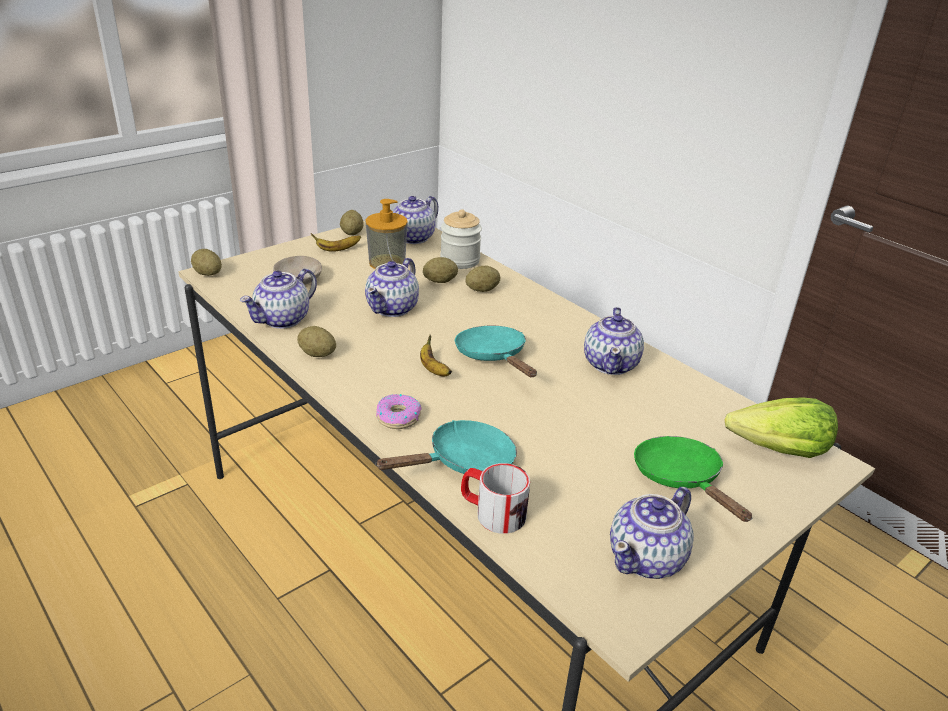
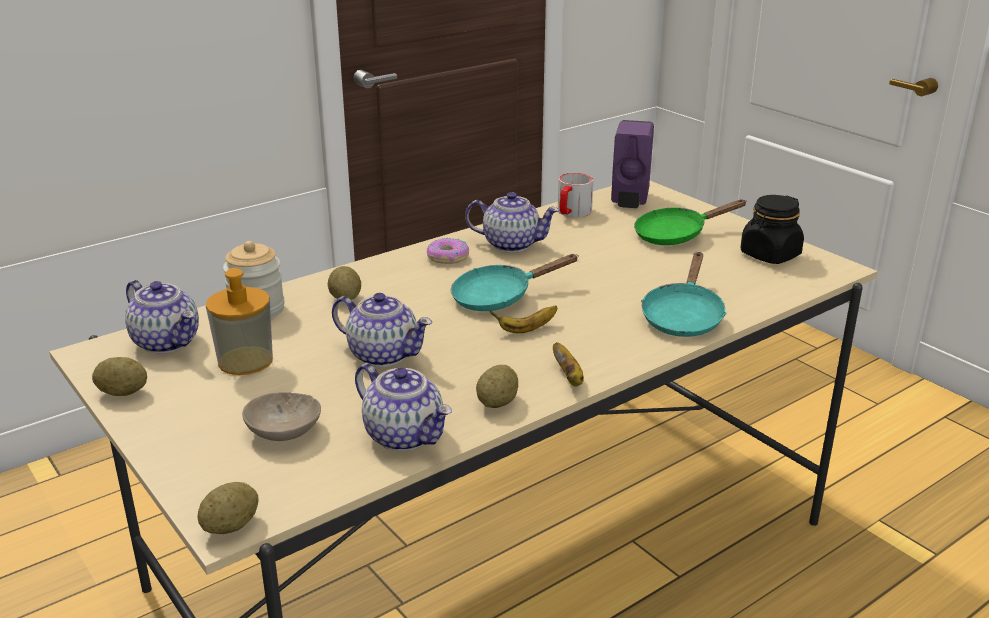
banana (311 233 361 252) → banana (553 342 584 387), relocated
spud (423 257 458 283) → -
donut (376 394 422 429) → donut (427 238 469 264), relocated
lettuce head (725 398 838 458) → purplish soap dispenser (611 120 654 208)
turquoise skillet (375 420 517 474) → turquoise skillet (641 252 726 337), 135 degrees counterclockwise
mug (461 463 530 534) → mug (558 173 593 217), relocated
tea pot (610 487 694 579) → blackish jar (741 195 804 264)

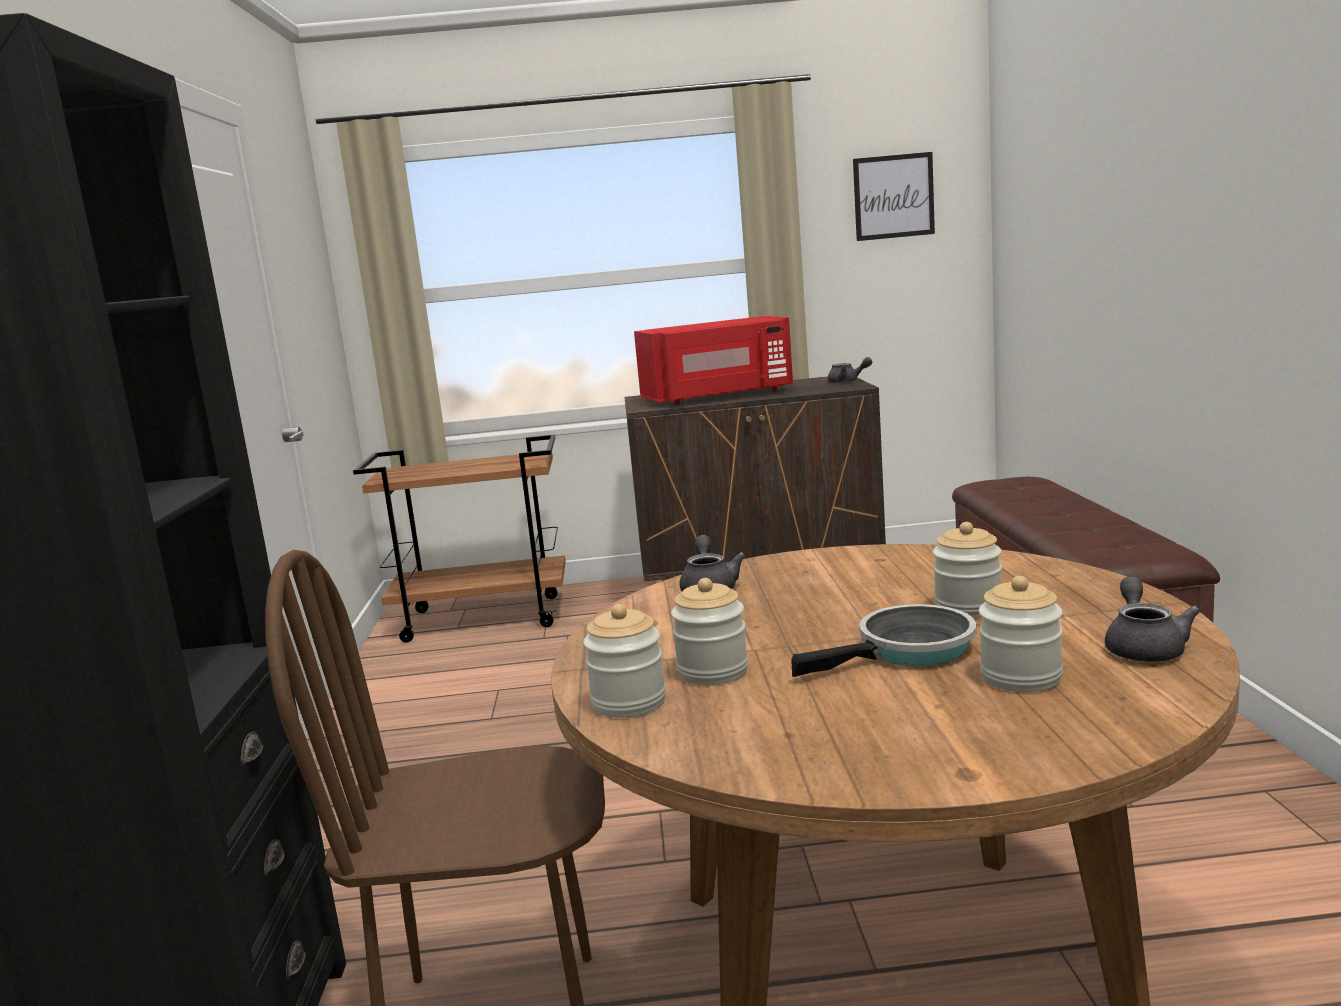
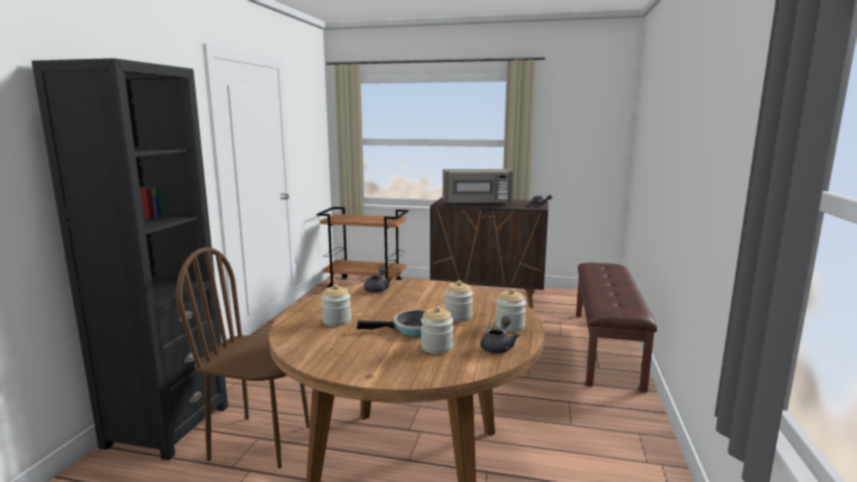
wall picture (853 152 935 241) → -
reddish microwave (634 316 793 405) → gray microwave (443 169 513 205)
jar (583 604 666 717) → jar (495 288 526 332), relocated

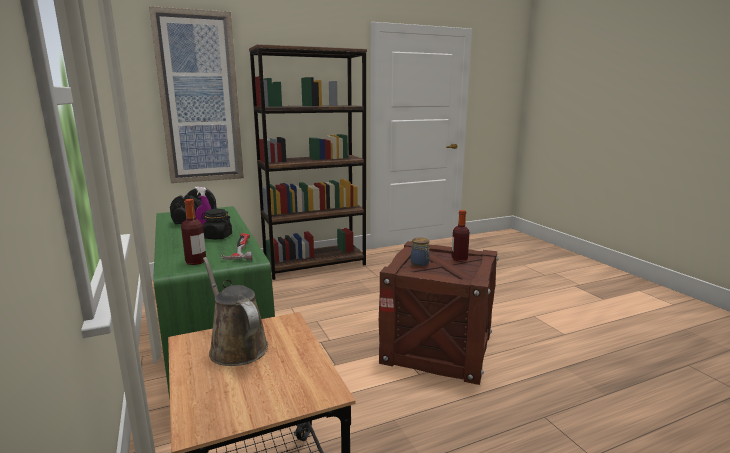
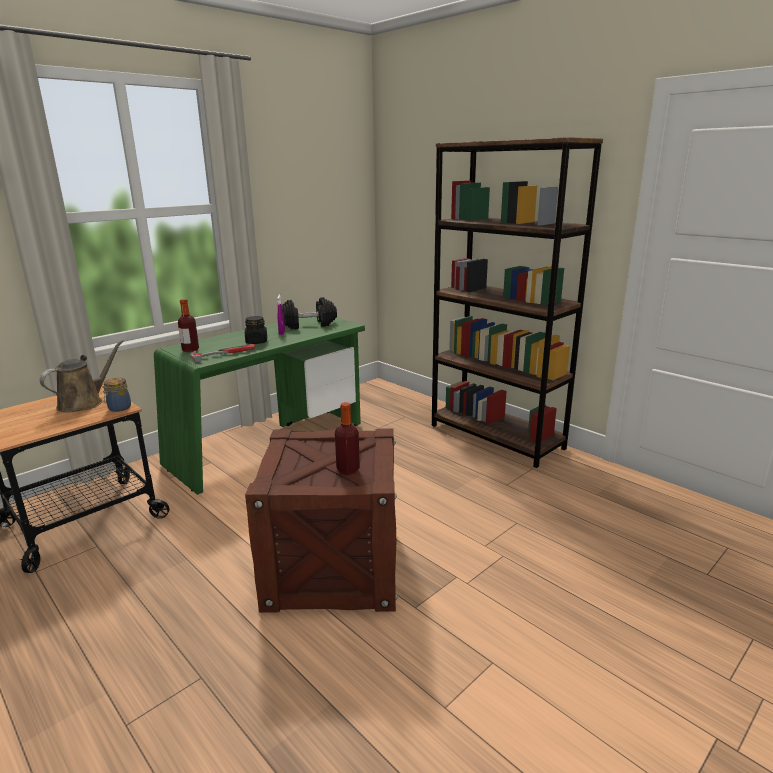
wall picture (149 6 244 183) → -
jar (411 238 430 266) → jar (103 378 131 412), relocated

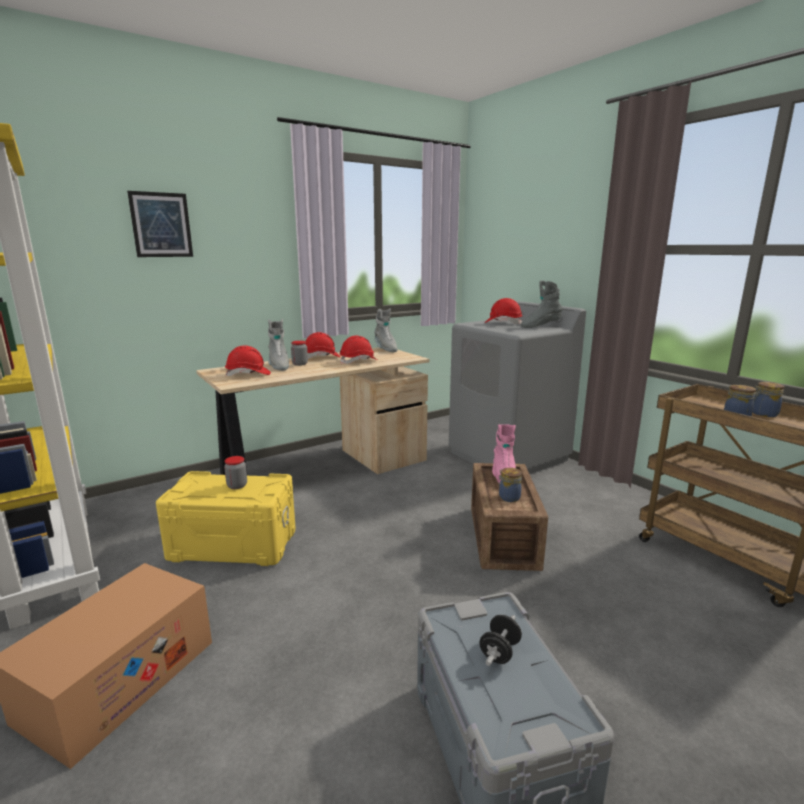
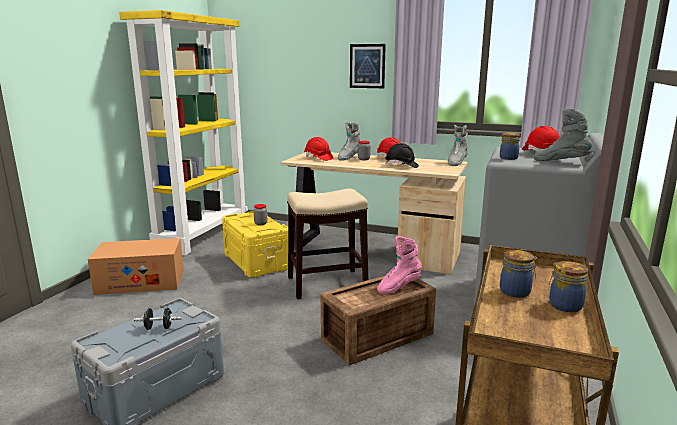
wall picture (127 191 193 257) → wall picture (350 44 386 88), relocated
reddish work helmet (340 335 377 364) → blackish work helmet (386 143 419 168)
jar (498 468 522 502) → jar (500 133 520 160), relocated
- → stool (287 188 368 299)

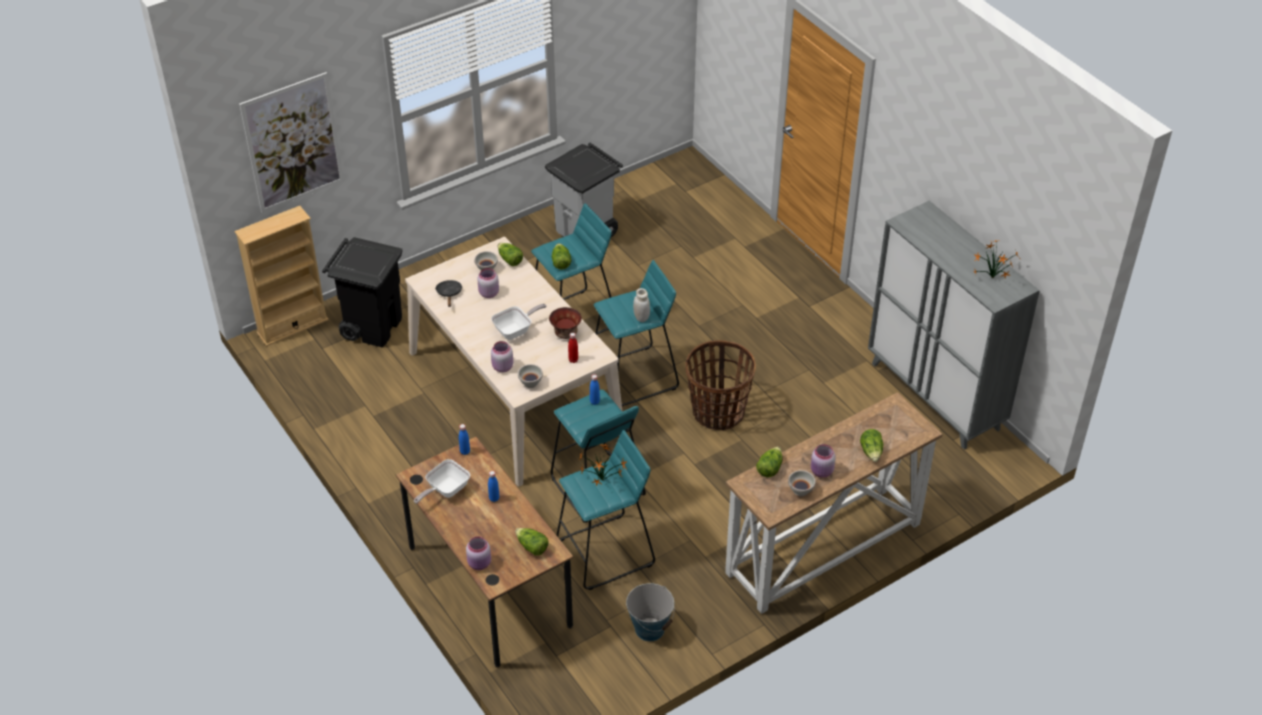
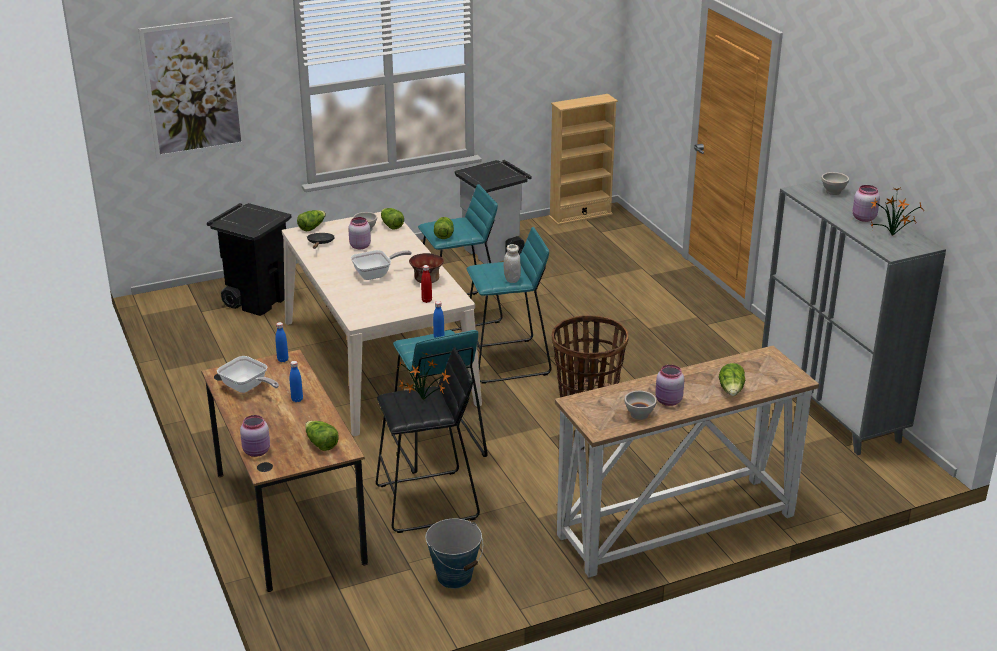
beige bookshelf (234 206 328 346) → beige bookshelf (549 94 618 225), relocated
pink jar (491 341 513 372) → pink jar (853 185 880 222), relocated
white-coloured bowl (518 364 543 388) → white-coloured bowl (821 172 849 195), relocated
turquoise stool (557 430 655 590) → blackish stool (376 347 480 533)
lettuce head (756 447 783 477) → lettuce head (297 210 326 231), relocated
skillet (414 459 470 504) → skillet (217 356 279 393), 105 degrees counterclockwise

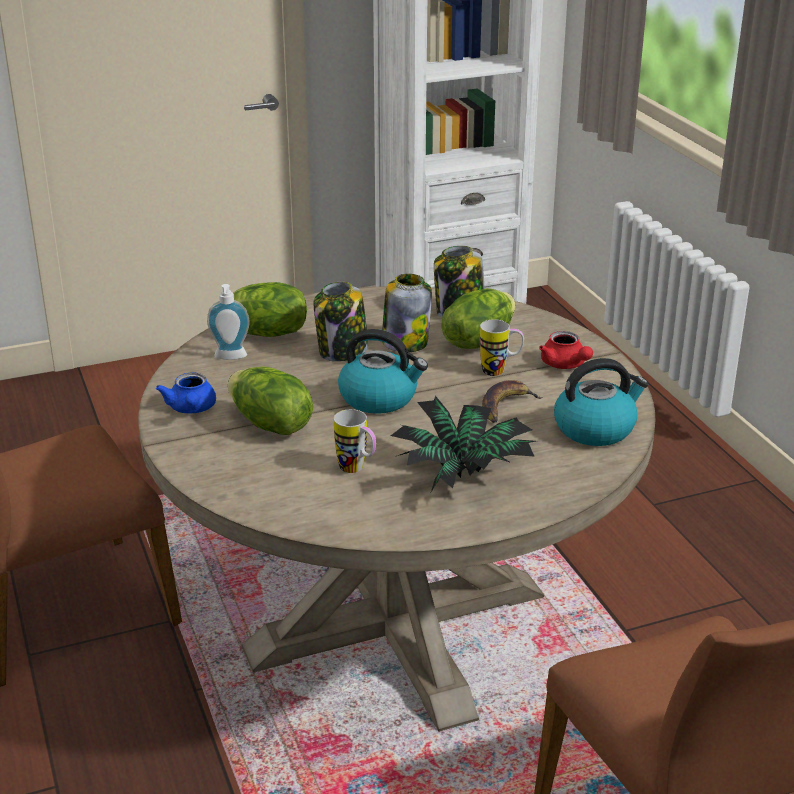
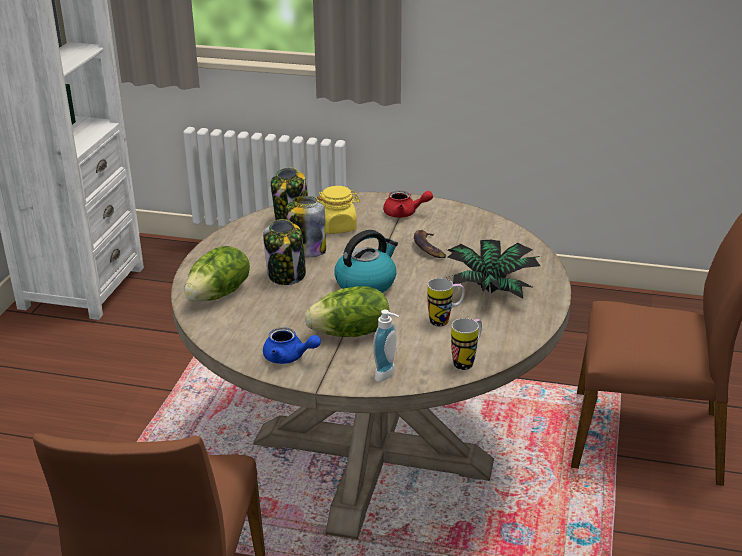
soap dispenser (207 284 250 360) → soap dispenser (373 310 399 382), relocated
lettuce head (441 288 516 349) → yellowish jar (317 186 360 234)
mug (480 319 524 376) → mug (451 318 482 370), relocated
tea kettle (554 358 648 446) → -

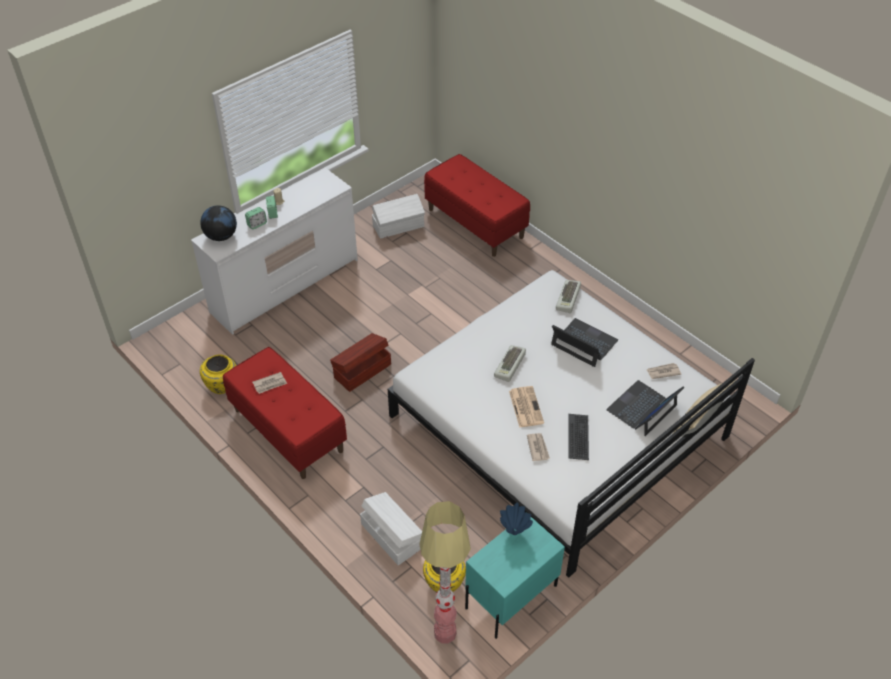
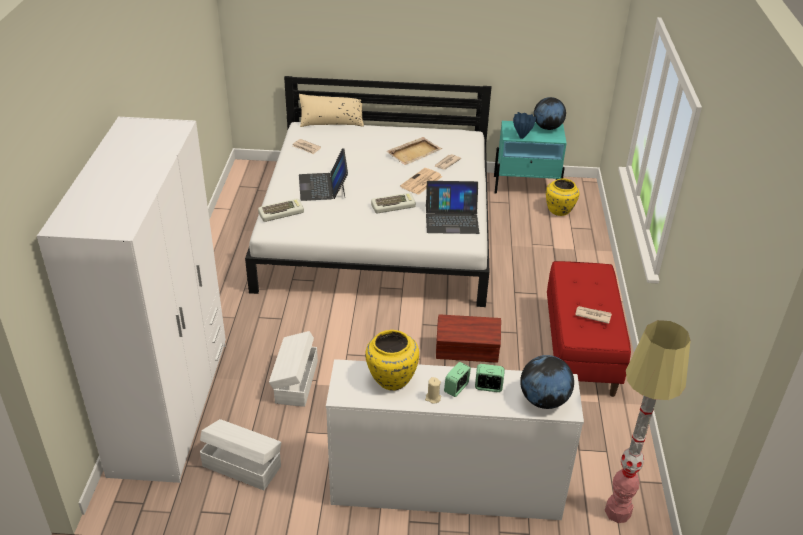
reddish long seat (424 154 530 257) → white-coloured wardrobe (37 117 226 483)
yellowish decorative vase (200 354 236 394) → yellowish decorative vase (365 330 419 391), relocated
portable computer (606 380 685 436) → portable computer (426 181 479 234), relocated
keyboard (568 414 589 460) → beige tray (386 137 442 165)
white-coloured storage box (360 492 422 565) → white-coloured storage box (269 331 318 407), relocated
standing lamp (419 501 471 644) → standing lamp (605 320 691 523), relocated
- → world globe (534 97 566 130)

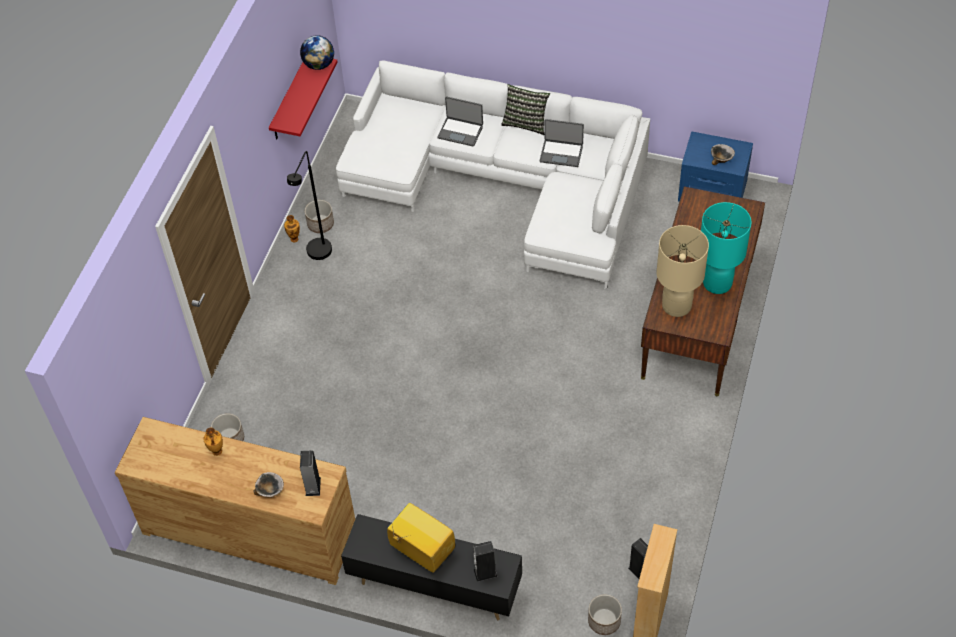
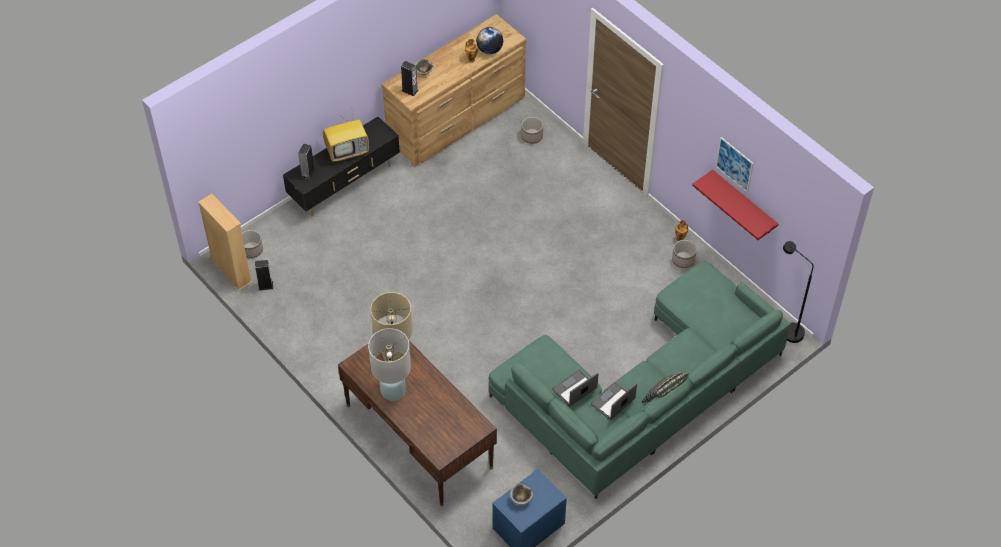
world globe (300 35 334 70) → world globe (476 27 503 54), relocated
white-coloured sofa (336 60 650 289) → green sofa (489 261 791 499)
portable computer (437 97 483 147) → portable computer (552 370 599 407), relocated
blackish standing lamp (287 151 332 260) → blackish standing lamp (783 241 814 343), relocated
turquoise tabletop lamp (701 202 752 294) → white-coloured tabletop lamp (368 328 411 401)
- → wall picture (715 137 754 193)

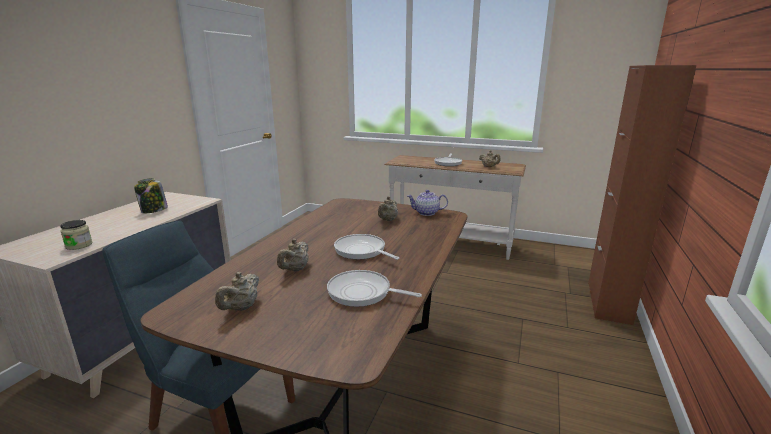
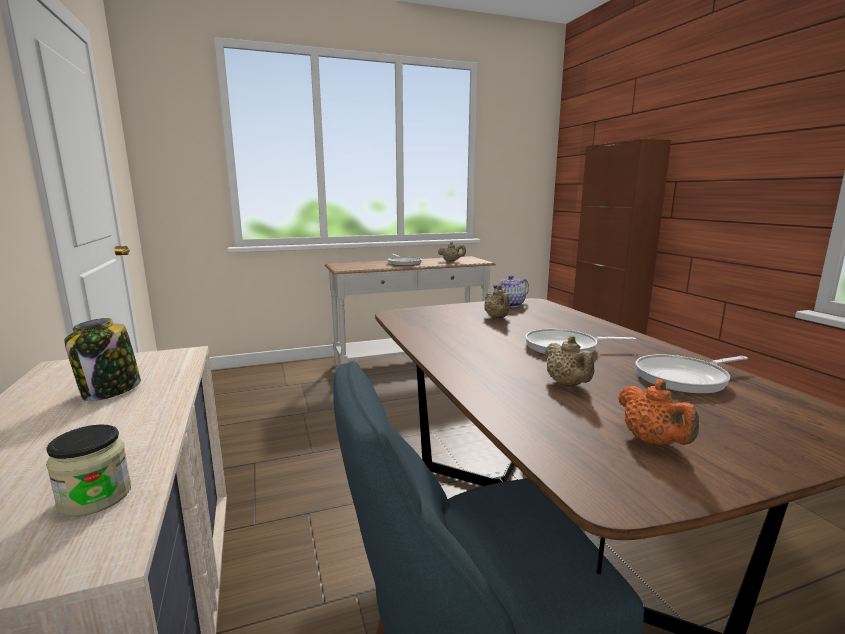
beige tea pot (215 272 259 311) → orangey tea pot (618 379 699 445)

